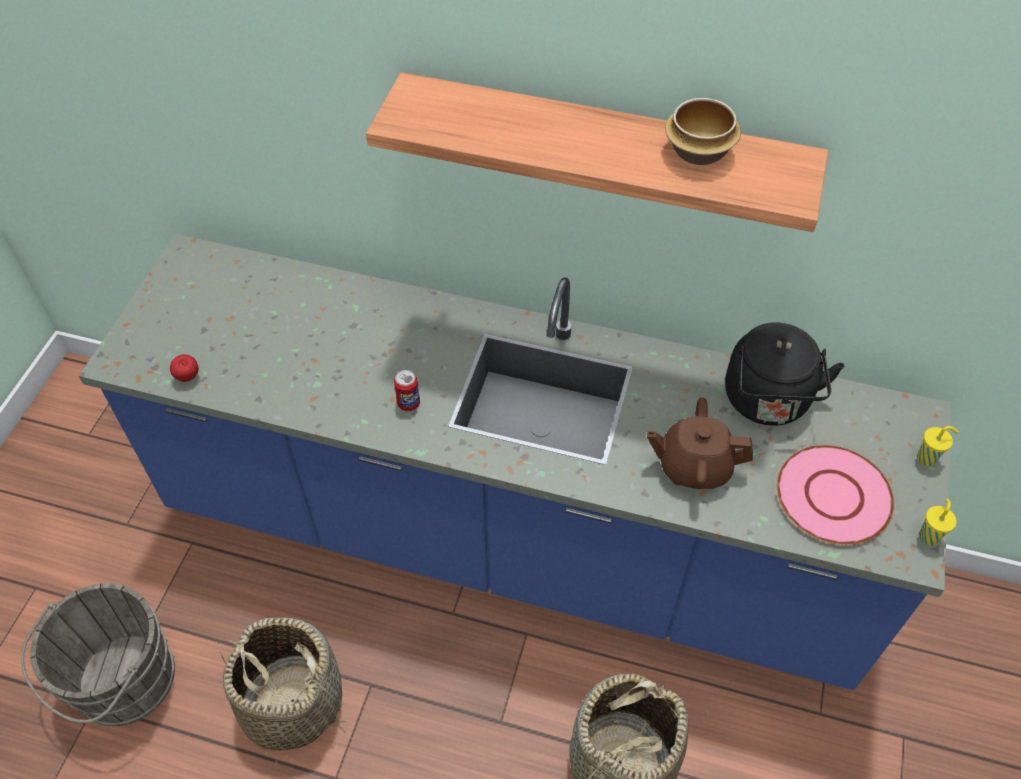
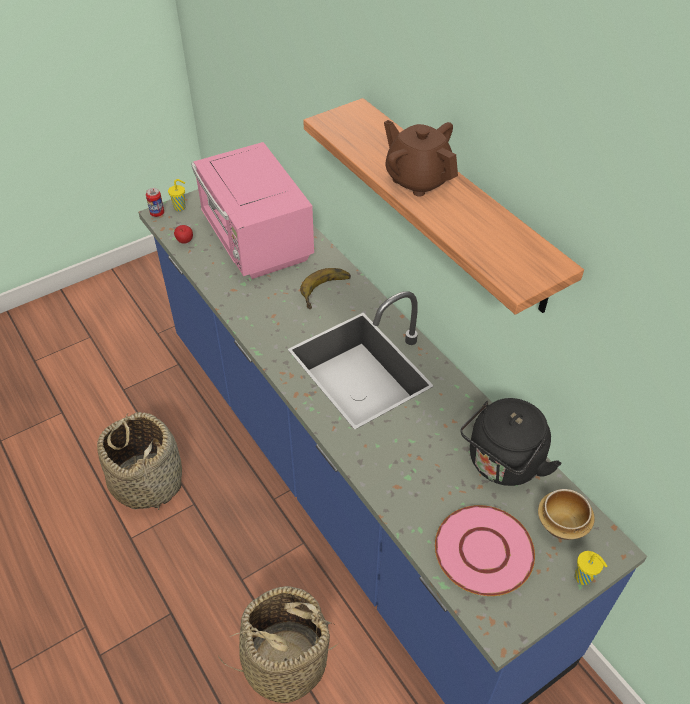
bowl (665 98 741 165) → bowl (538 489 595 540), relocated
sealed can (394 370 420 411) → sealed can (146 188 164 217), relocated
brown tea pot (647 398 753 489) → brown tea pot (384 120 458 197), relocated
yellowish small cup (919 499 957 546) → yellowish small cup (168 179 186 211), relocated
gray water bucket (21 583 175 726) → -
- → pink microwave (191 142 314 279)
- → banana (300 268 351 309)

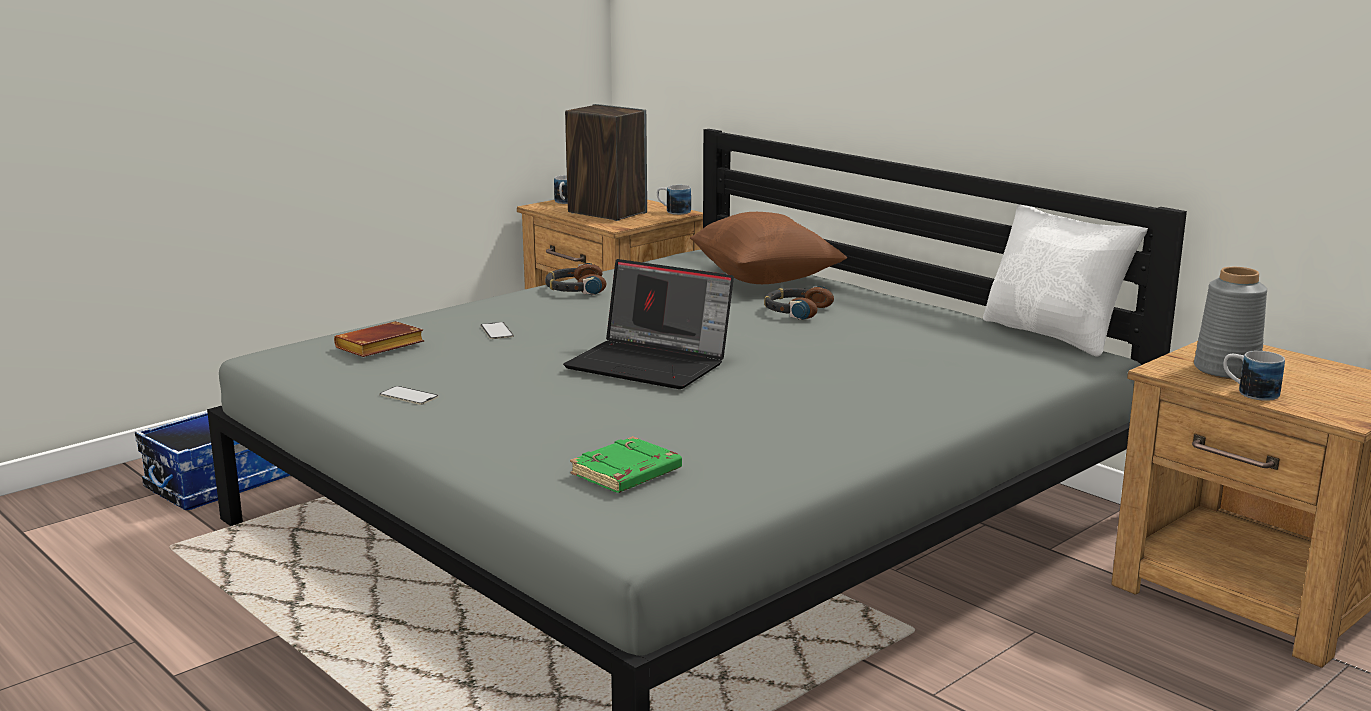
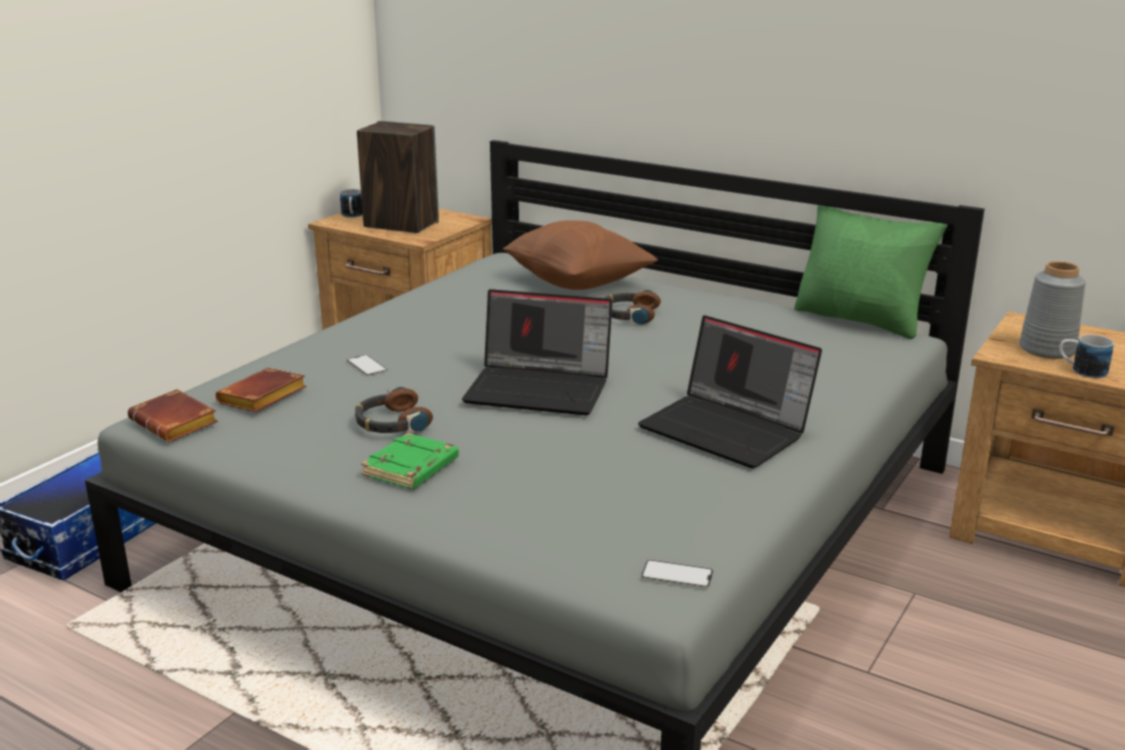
mug (657 185 691 215) → -
white-coloured throw pillow (983 204 1148 356) → green throw pillow (794 205 948 339)
headset (545 263 606 295) → headset (355 386 433 433), relocated
handset (379 386 439 405) → handset (641 560 713 588), relocated
green bound book (570 436 682 493) → green bound book (361 433 459 489), relocated
- → portable computer (638 315 822 468)
- → brown bound book (128 389 218 442)

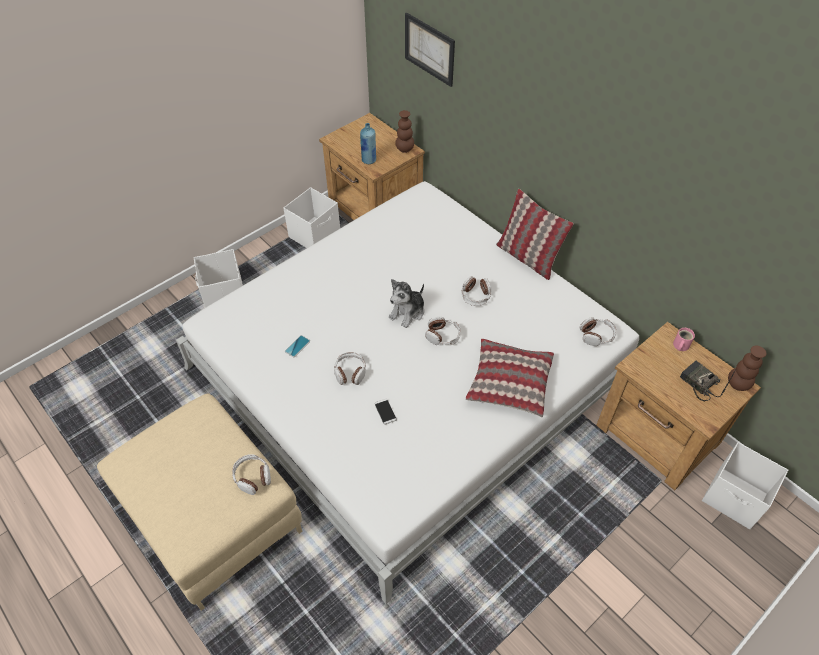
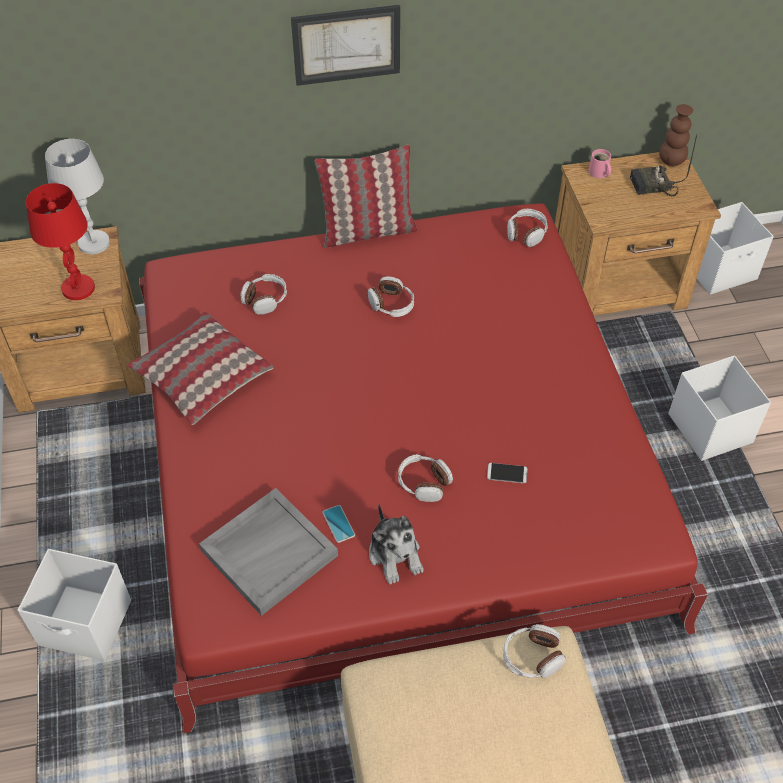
wall picture (405 12 455 87) → wall picture (291 5 400 86), relocated
brown decorative vase (395 110 414 153) → white-coloured tabletop lamp (45 139 110 254)
blue beverage bottle (360 123 376 164) → reddish tabletop lamp (26 183 95 300)
white-coloured bedroom bed (176 181 639 604) → reddish bedroom bed (139 203 708 733)
white-coloured storage box (284 187 340 248) → white-coloured storage box (668 356 771 461), relocated
soft toy (389 279 424 328) → soft toy (369 504 424 584), relocated
headset (425 317 461 345) → headset (240 274 287 315), relocated
throw pillow (466 339 554 417) → throw pillow (127 312 273 425), relocated
- → gray tray (199 488 338 616)

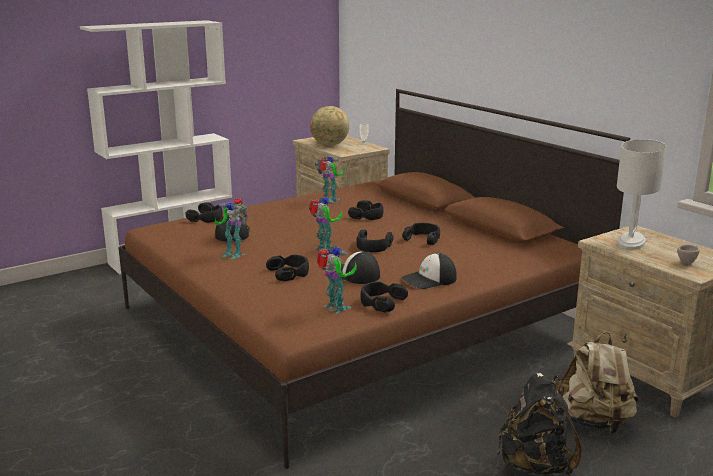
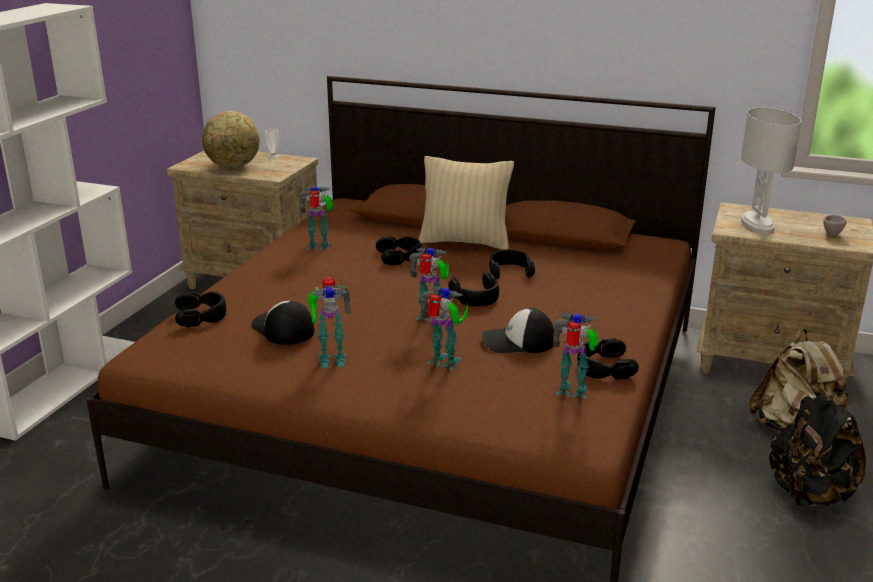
cap (401 253 457 289) → -
blackish headset (266 254 309 281) → model robot (420 286 468 370)
- → beige throw pillow (419 156 514 250)

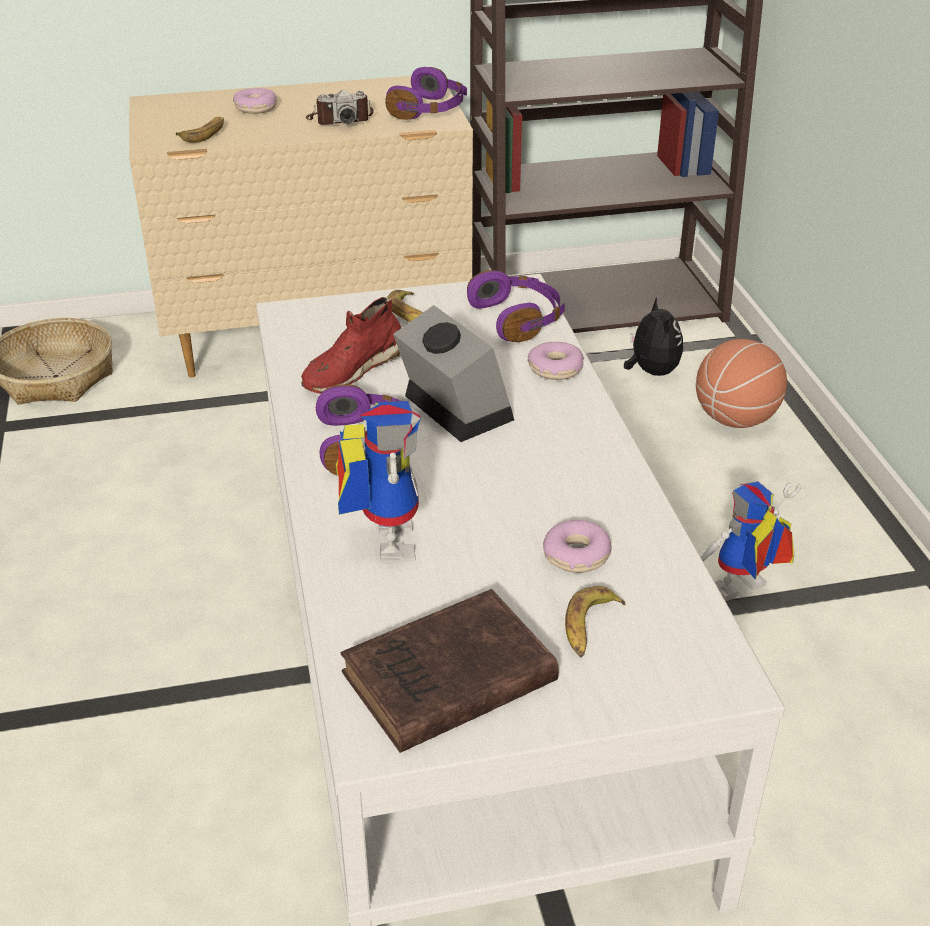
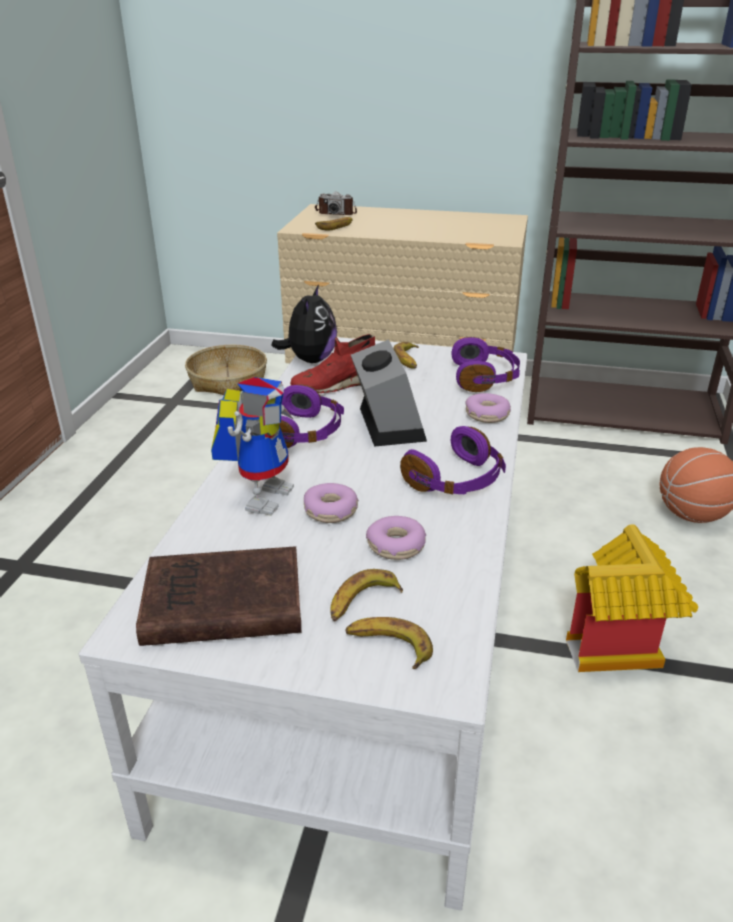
purplish headset (385 67 467 120) → purplish headset (400 426 506 494), relocated
donut (233 88 277 114) → donut (304 483 359 523), relocated
still camera (306 90 373 125) → still camera (315 191 357 215), relocated
soft toy (624 297 683 376) → soft toy (271 284 337 363), relocated
model robot (701 481 801 601) → miniature house (566 525 698 672)
- → banana (345 617 433 669)

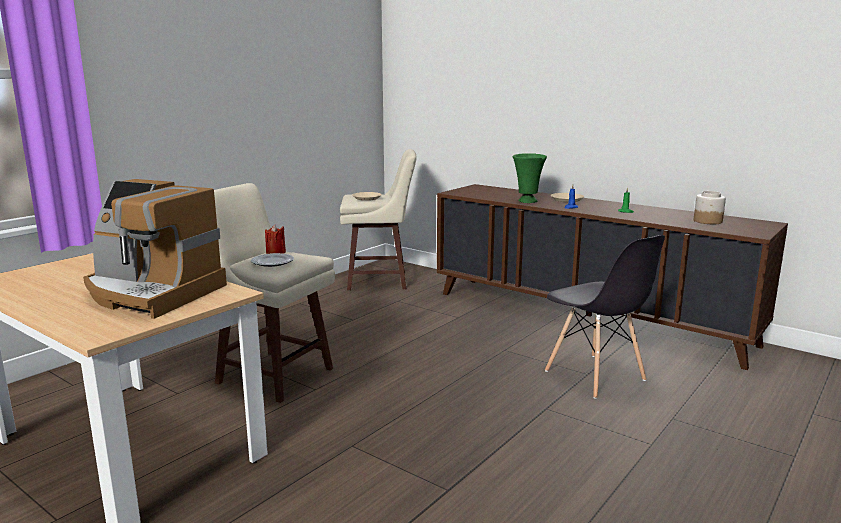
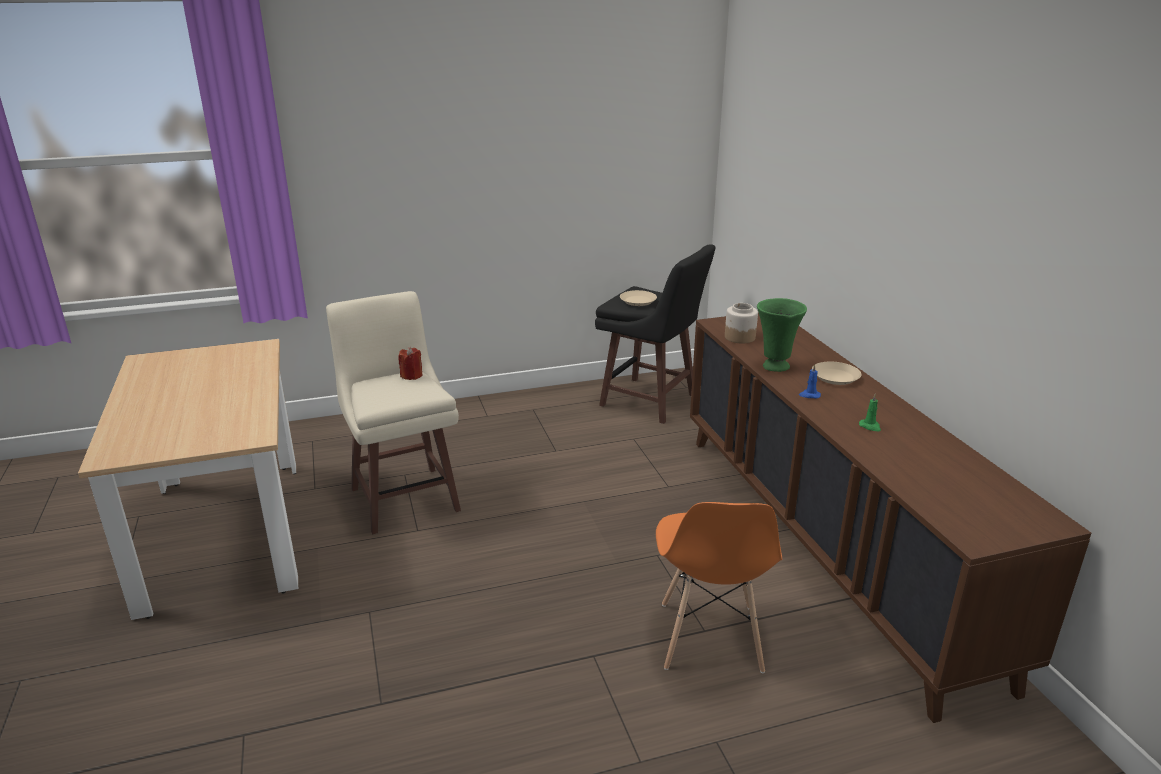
beige stool (340 149 417 291) → blackish stool (595 244 716 424)
coffee maker (83 179 227 319) → -
jar (694 191 726 224) → jar (725 303 758 344), relocated
gray upright chair (545 235 665 399) → orangey upright chair (656 502 782 673)
flat dish (251 253 294 267) → -

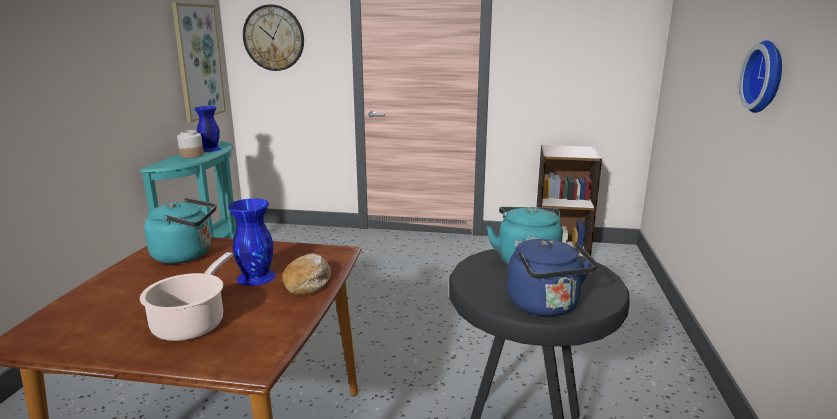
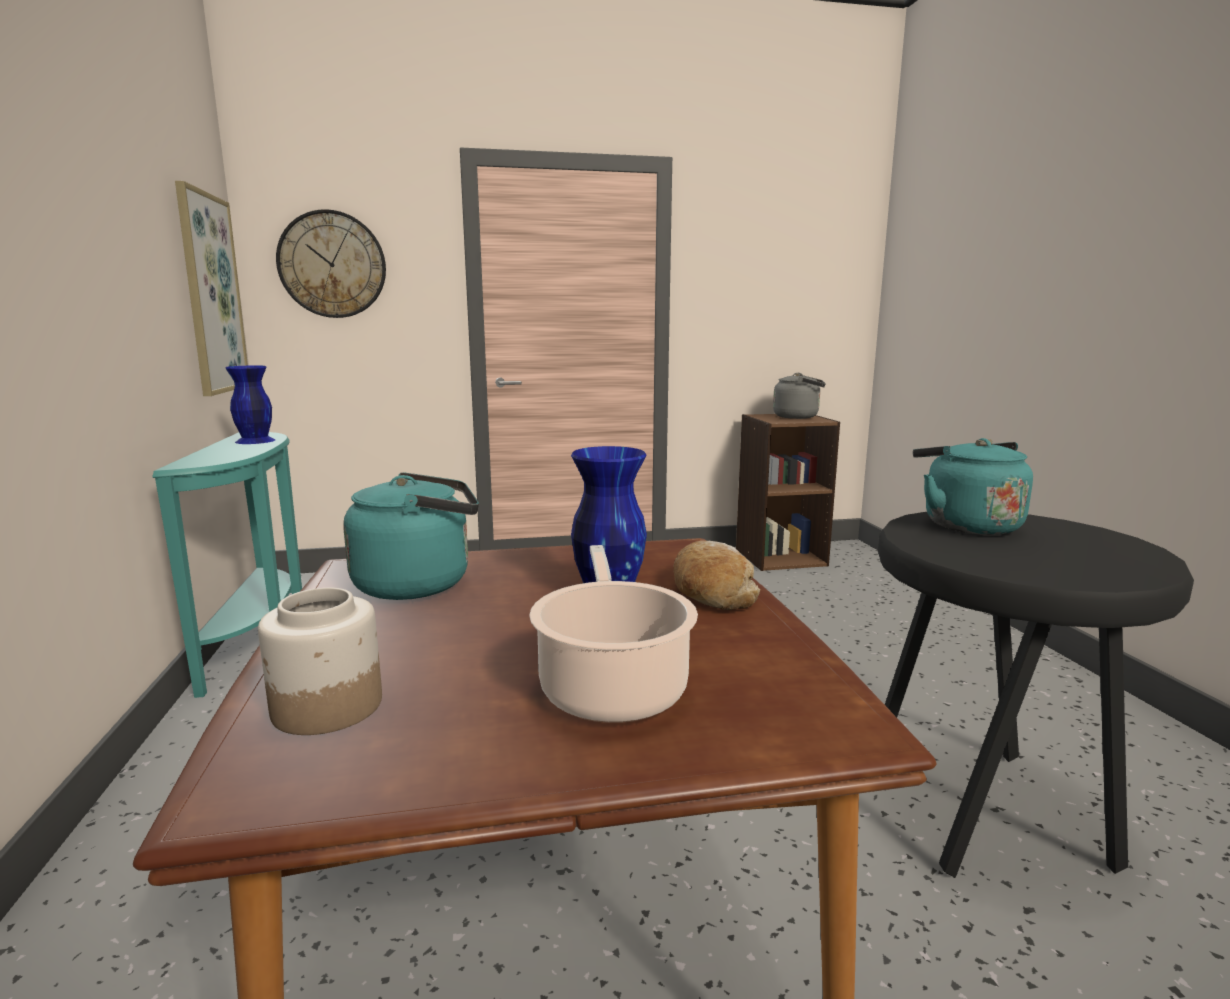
wall clock (739 40 782 113) → -
jar (177 130 204 158) → jar (258 588 382 735), relocated
blue tea kettle (508 239 597 316) → -
- → gray tea kettle (773 373 826 419)

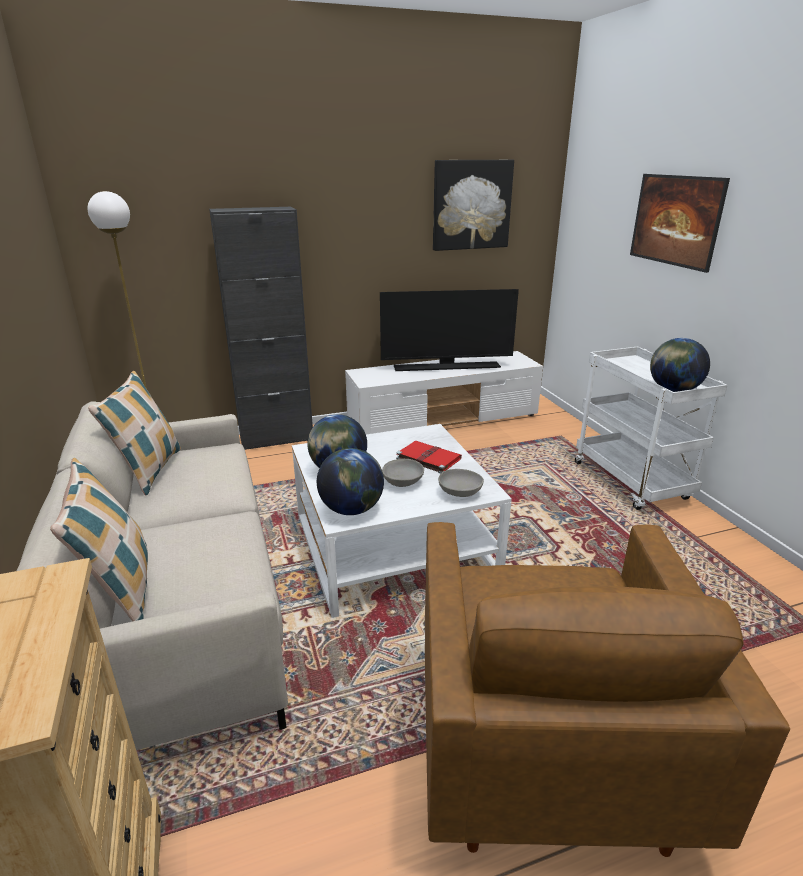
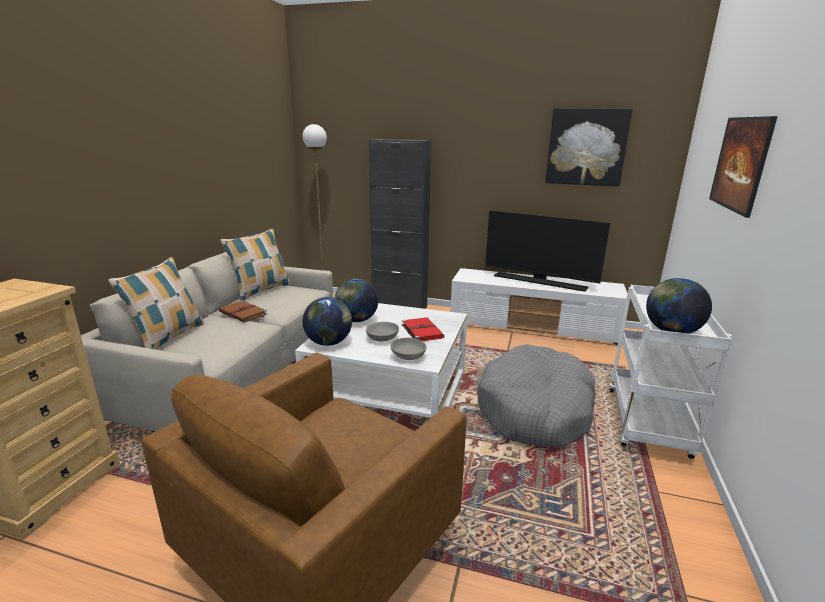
- → brown bound book (219 300 268 322)
- → gray pet bed (477 344 596 448)

